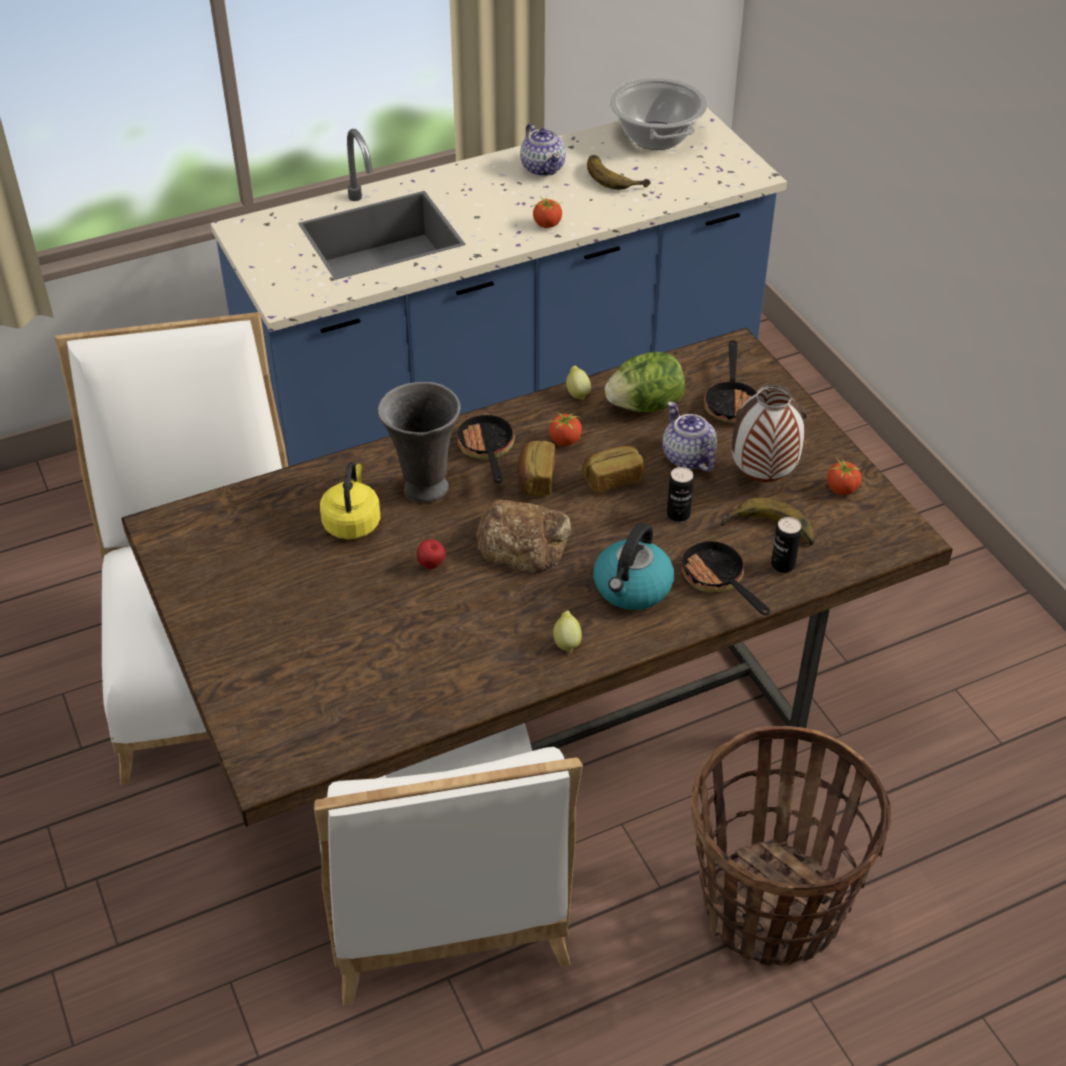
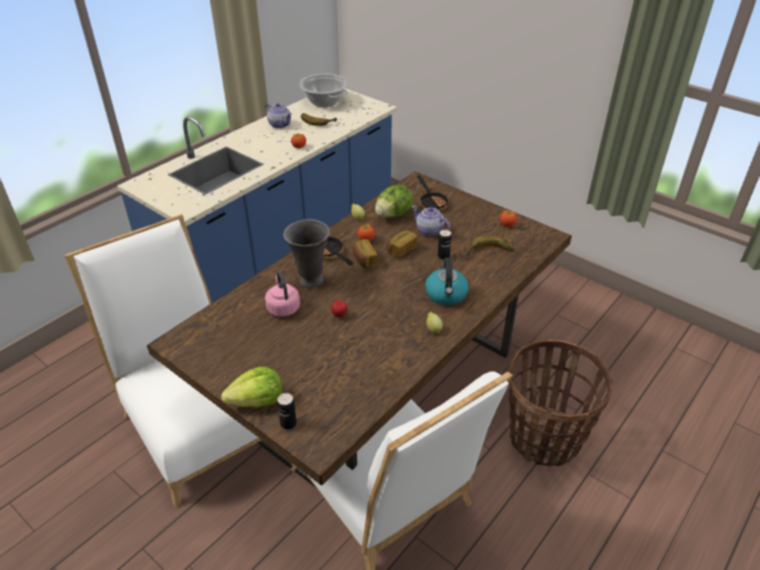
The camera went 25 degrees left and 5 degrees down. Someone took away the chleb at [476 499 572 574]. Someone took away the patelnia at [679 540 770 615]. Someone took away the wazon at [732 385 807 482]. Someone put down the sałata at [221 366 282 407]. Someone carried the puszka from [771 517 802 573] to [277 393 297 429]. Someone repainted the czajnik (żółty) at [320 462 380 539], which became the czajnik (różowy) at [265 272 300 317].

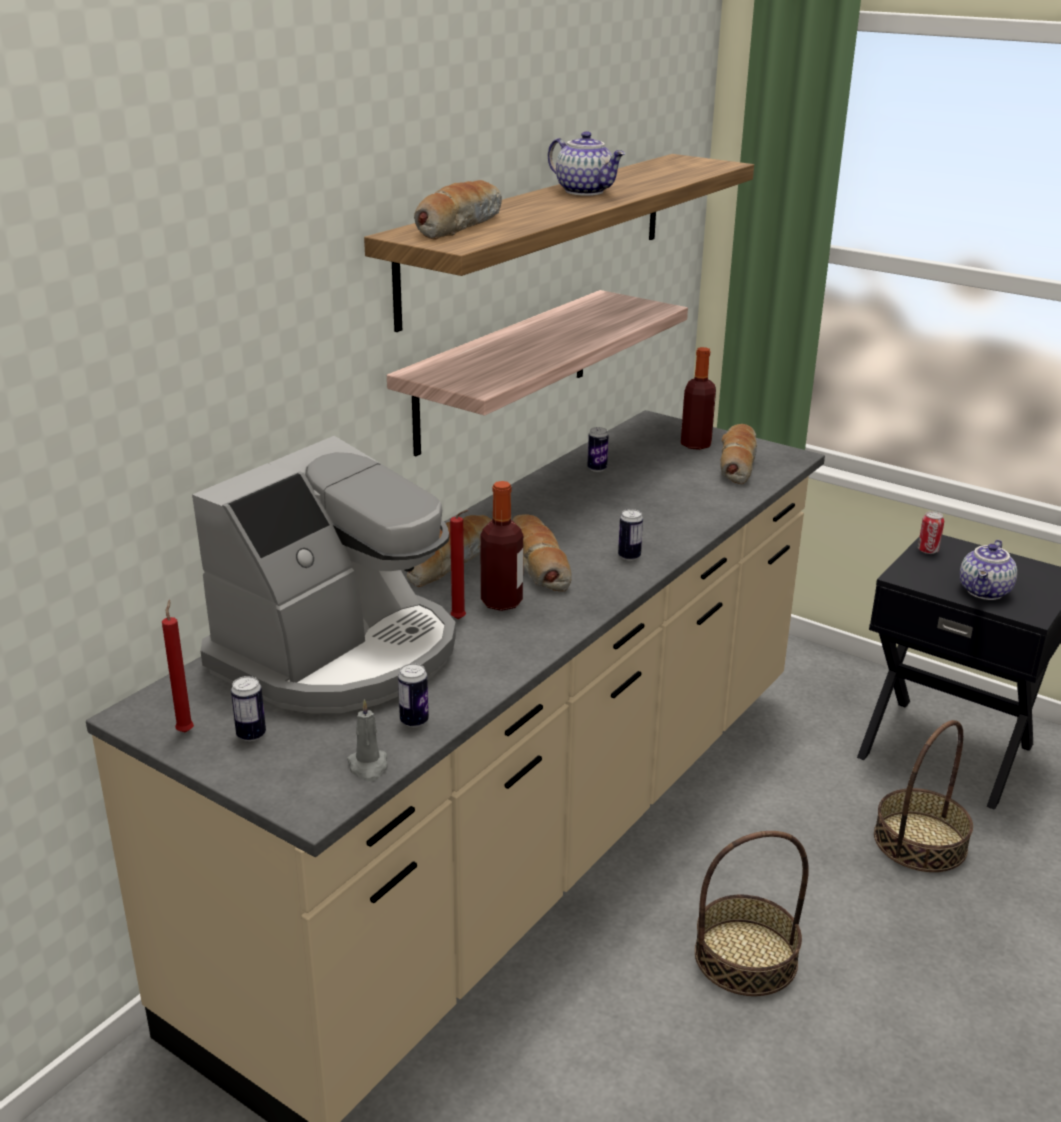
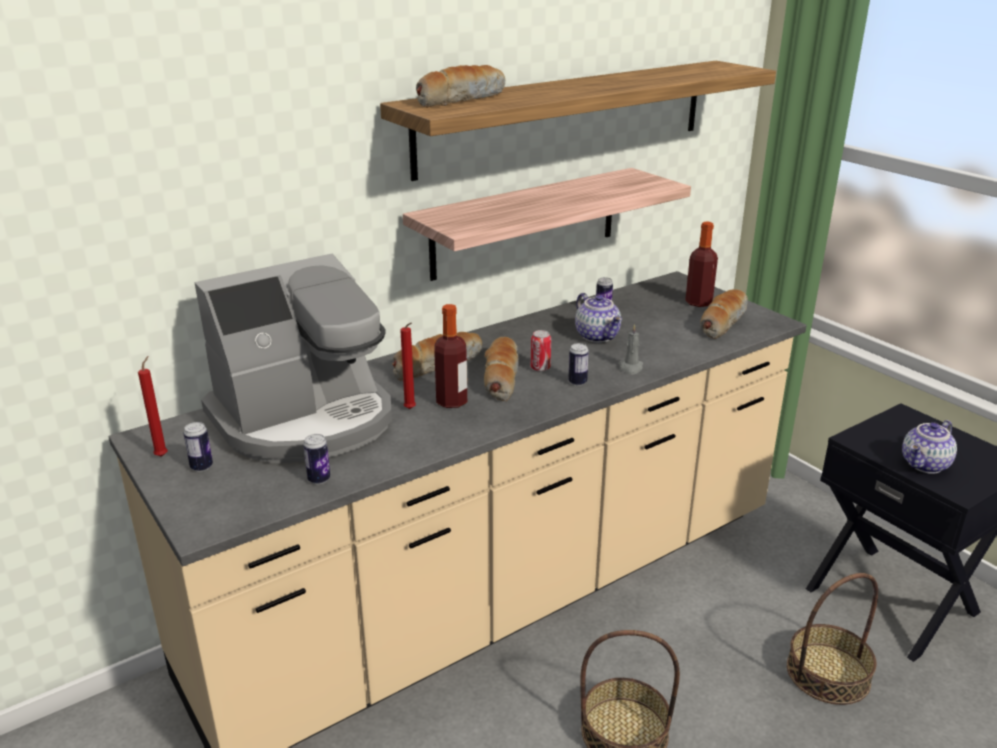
The camera went 20 degrees right and 0 degrees up. Someone carried the świeca (szary) from [347 699 388 781] to [619 324 643 375]. Someone carried the imbryk from [548 131 625 196] to [575 293 622 343]. Someone carried the puszka from [918 511 944 554] to [531 330 551 372].

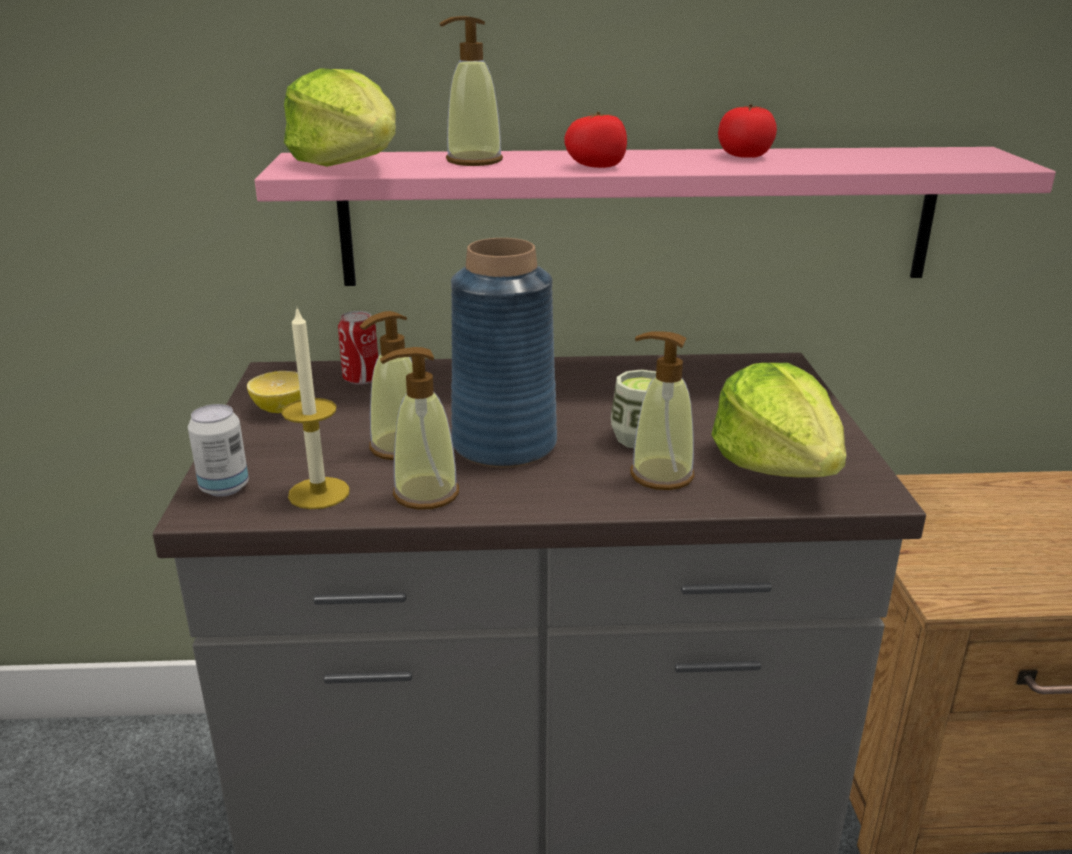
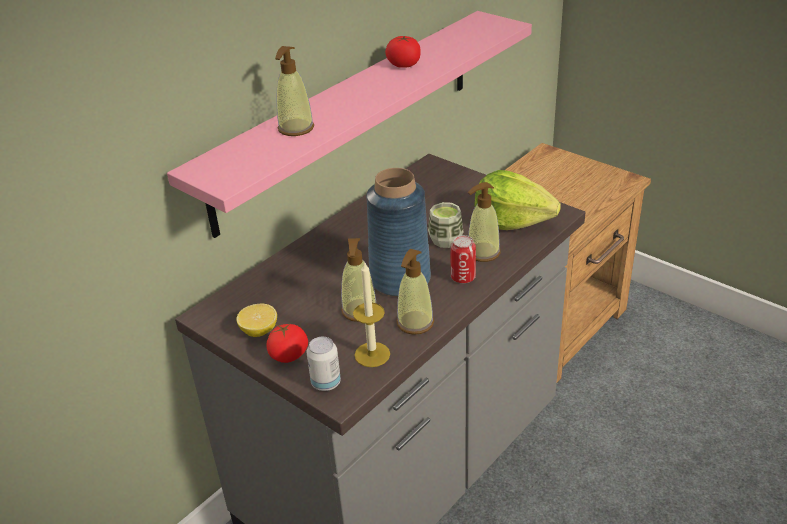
The camera went 45 degrees left and 10 degrees up. Someone took away the sałata at [284 68 396 167]. Someone carried the puszka from [338 311 378 385] to [451 235 476 283]. Someone carried the pomidor from [564 112 627 168] to [267 323 308 363].

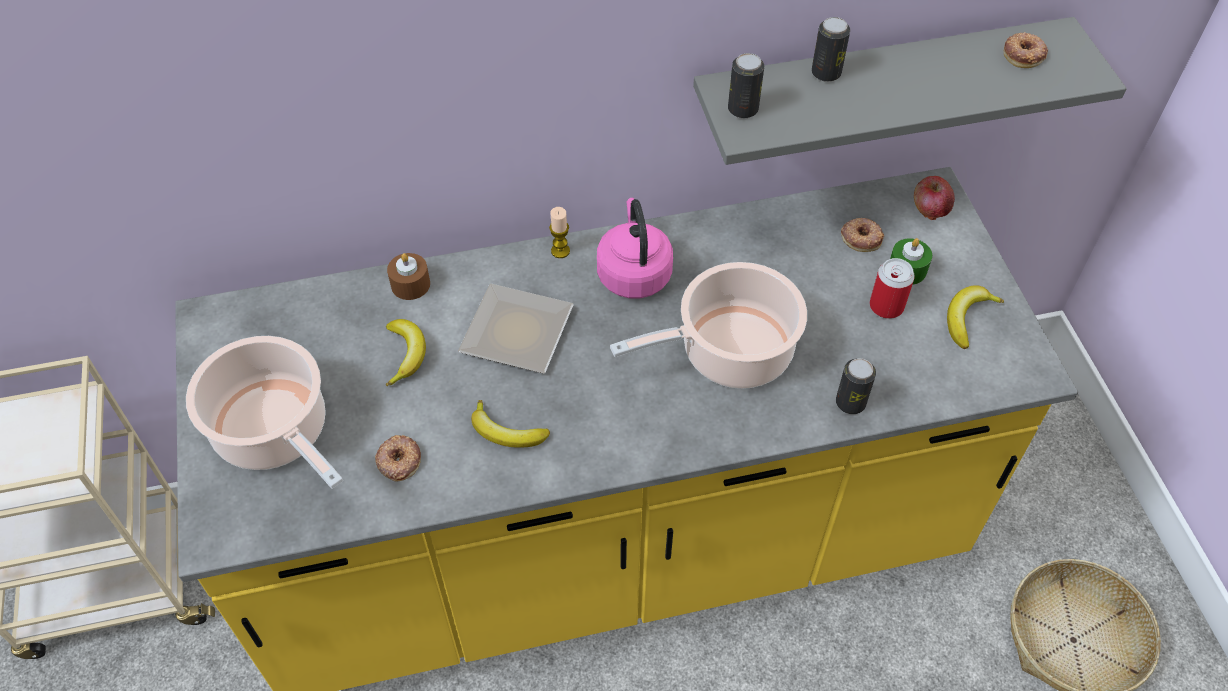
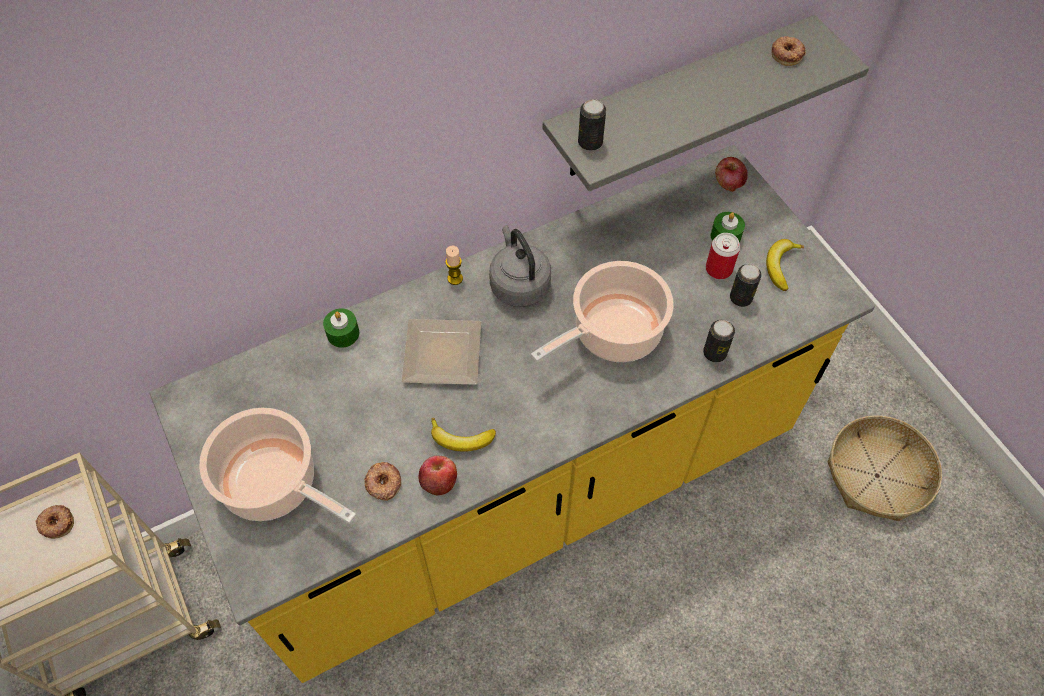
The camera went 15 degrees left and 5 degrees up. Someone took away the banan at [386 319 426 386]. Someone put down the jabłko at [419 456 457 495]. Someone carried the puszka from [812 17 850 82] to [730 264 761 307]. Someone carried the donut from [841 218 884 252] to [35 505 74 539]. Someone repainted the świeca (brązowy) at [387 253 430 300], which became the świeca (zielony) at [323 309 359 348]. Someone repainted the czajnik (różowy) at [597 198 673 298], which became the czajnik (szary) at [489 225 551 307].

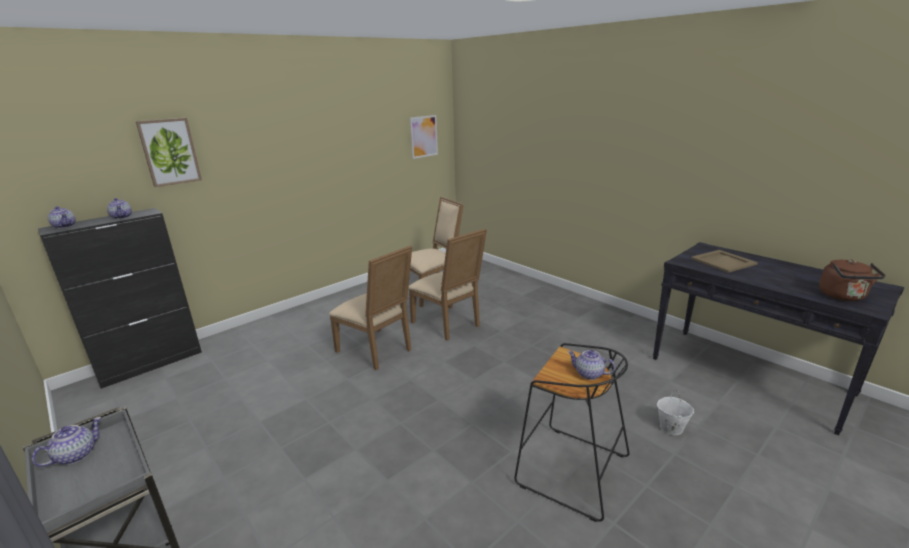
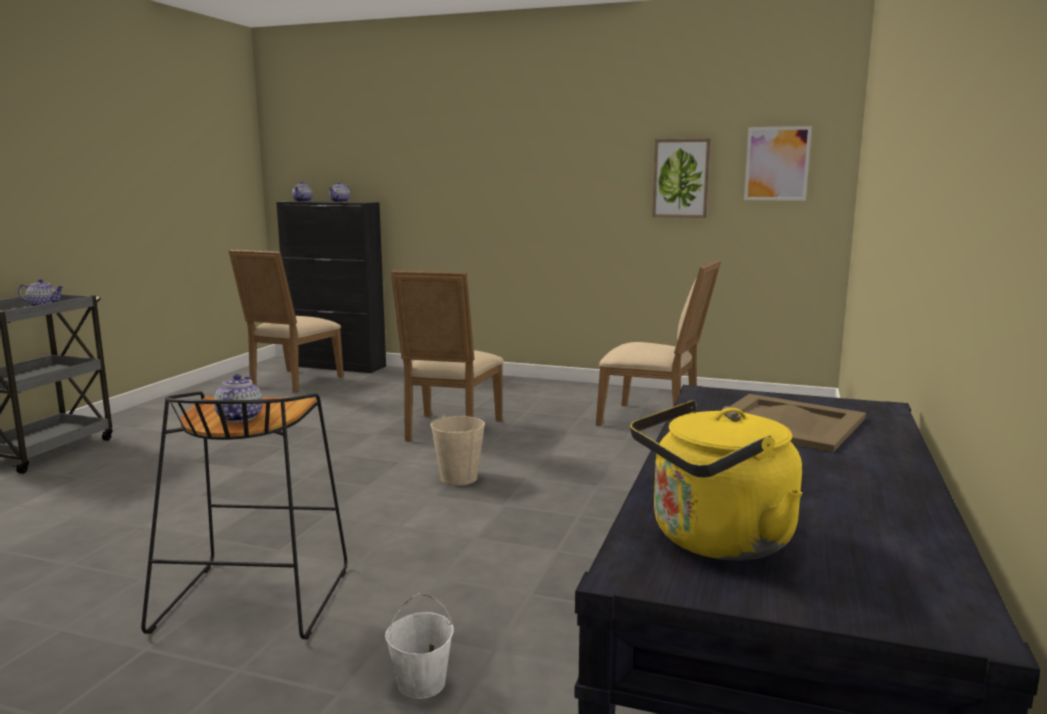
The camera went 60 degrees right and 10 degrees down. Someone put down the wiadro (beżowy) at [430 415 485 486]. Someone carried the obraz from [136 118 202 187] to [652 139 711 218]. Someone carried the krzesło (beżowy) from [408 229 487 341] to [228 250 344 393]. Someone repainted the czajnik (brązowy) at [819 260 886 301], which became the czajnik (żółty) at [630 400 802 560].

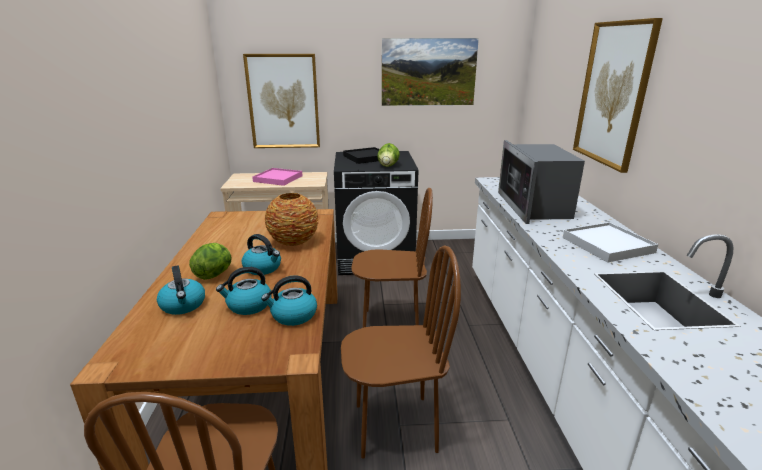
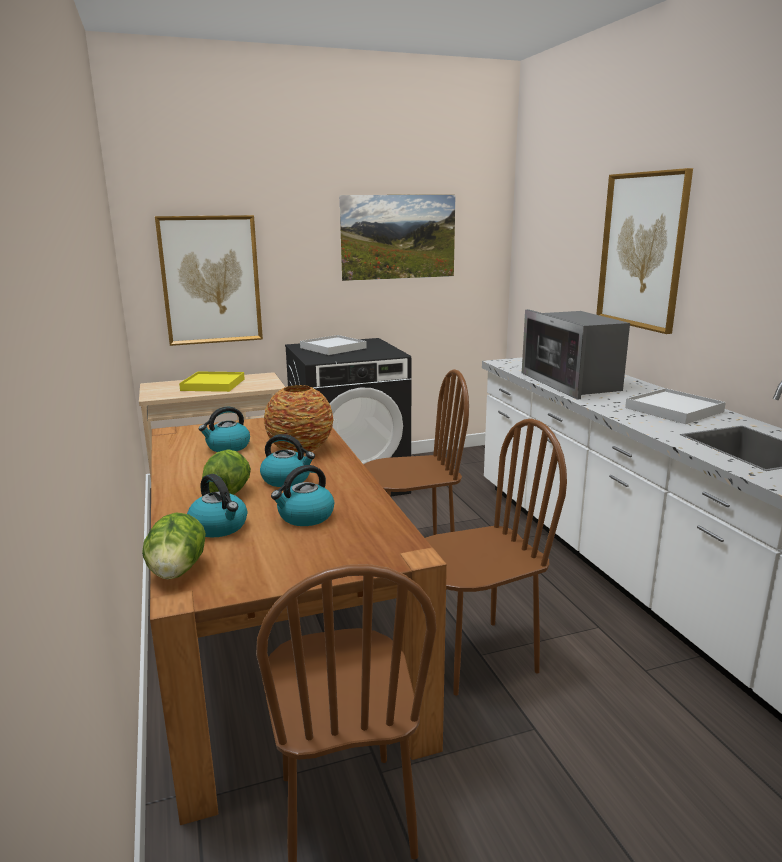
The camera went 15 degrees left and 5 degrees down. Someone carried the czajnik from [261 275 317 326] to [199 407 250 452]. Someone carried the sałata from [377 143 400 167] to [142 513 206 579]. Someone repainted the taca (różowy) at [252 168 302 186], which became the taca (żółty) at [179 372 245 392]. Someone repainted the taca (czarny) at [343 147 380 164], which became the taca (biały) at [300 335 367 355].

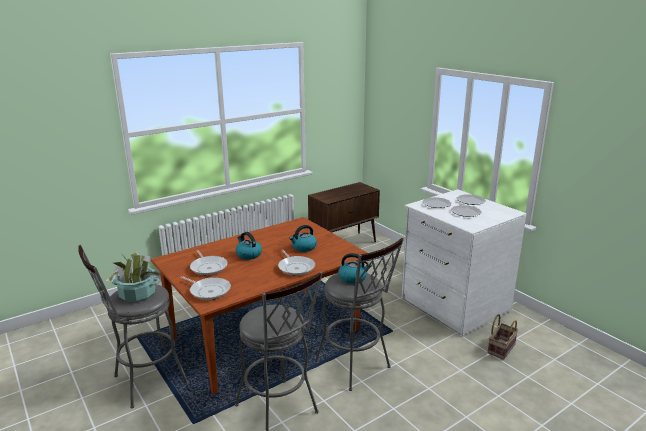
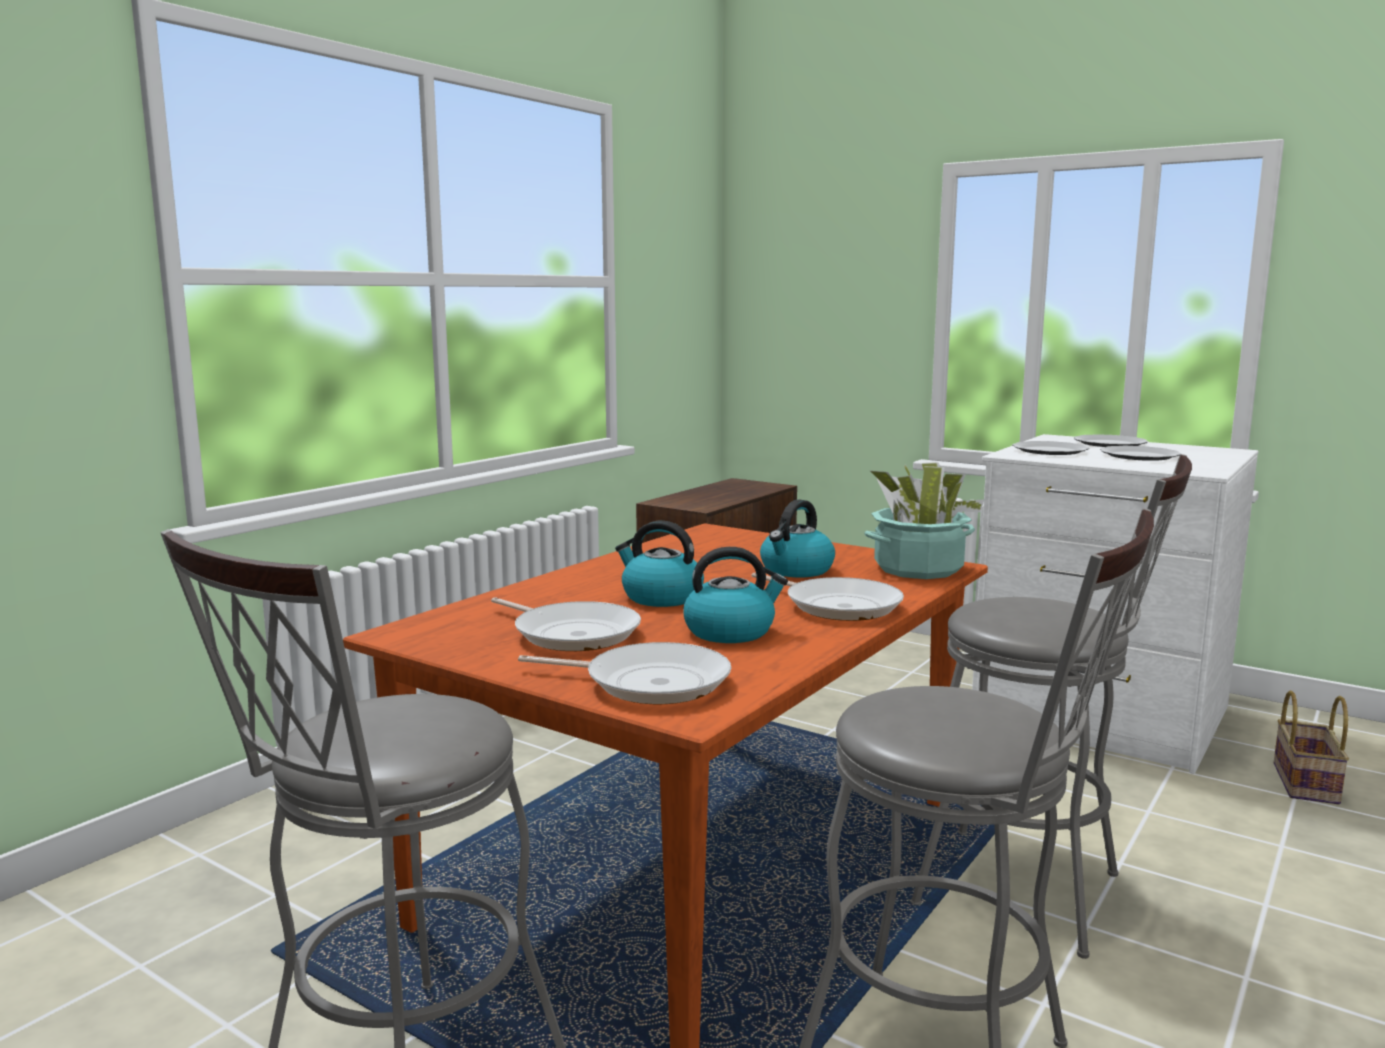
The camera went 20 degrees left and 10 degrees down. Someone carried the roślina doniczkowa from [106 252 161 302] to [864 462 985 579]. Someone carried the czajnik from [339 253 372 284] to [683 547 788 643].

